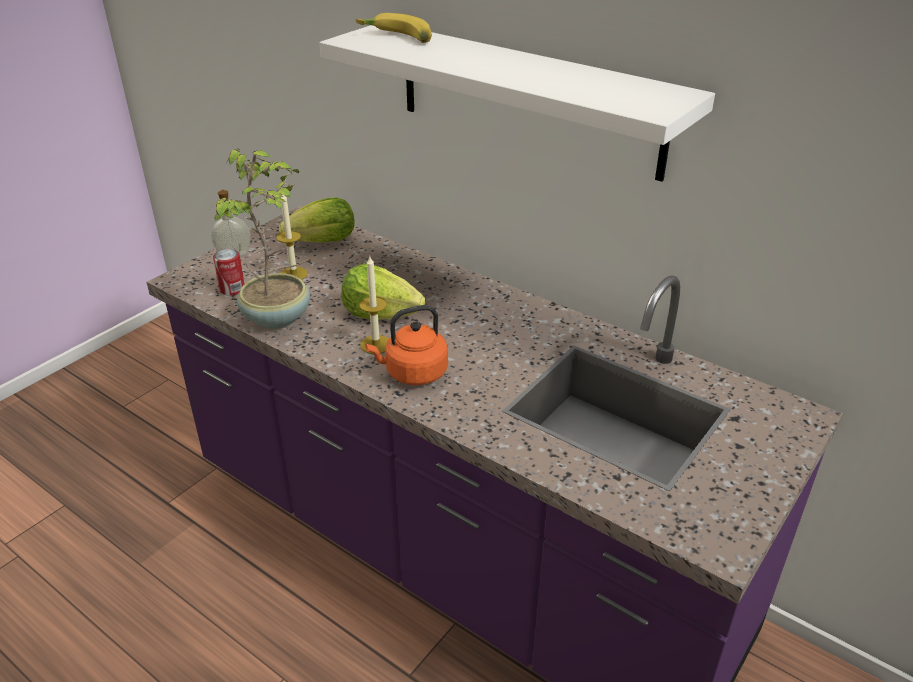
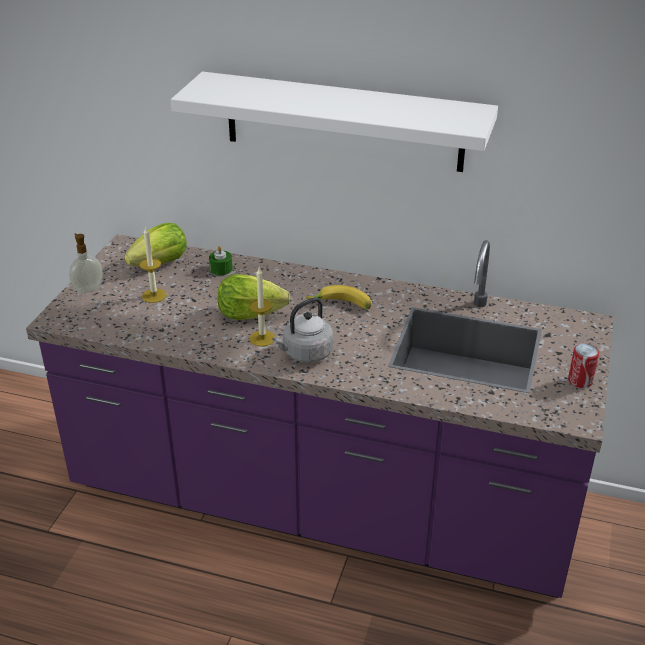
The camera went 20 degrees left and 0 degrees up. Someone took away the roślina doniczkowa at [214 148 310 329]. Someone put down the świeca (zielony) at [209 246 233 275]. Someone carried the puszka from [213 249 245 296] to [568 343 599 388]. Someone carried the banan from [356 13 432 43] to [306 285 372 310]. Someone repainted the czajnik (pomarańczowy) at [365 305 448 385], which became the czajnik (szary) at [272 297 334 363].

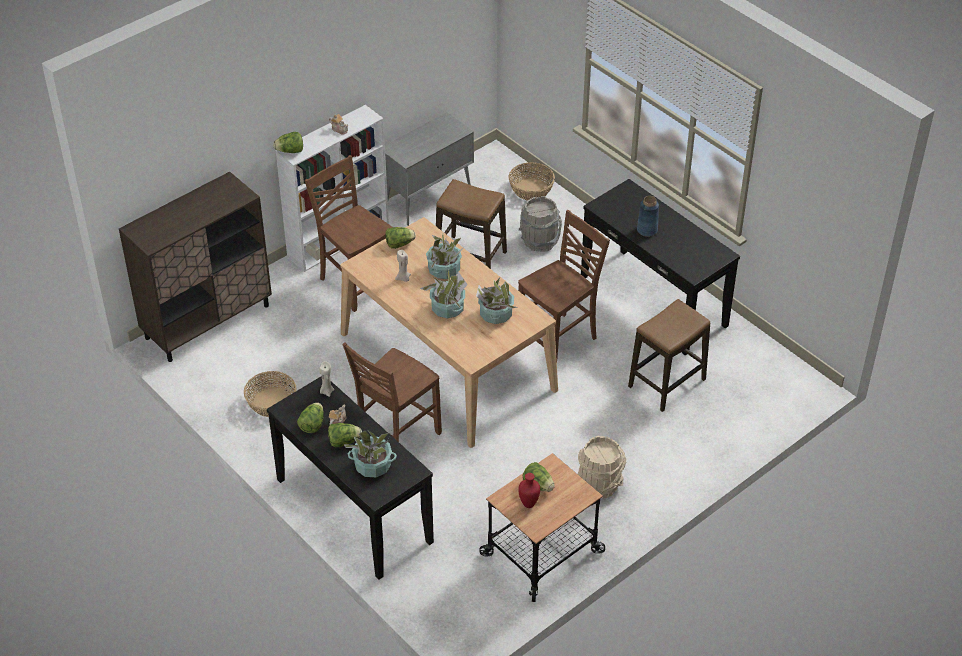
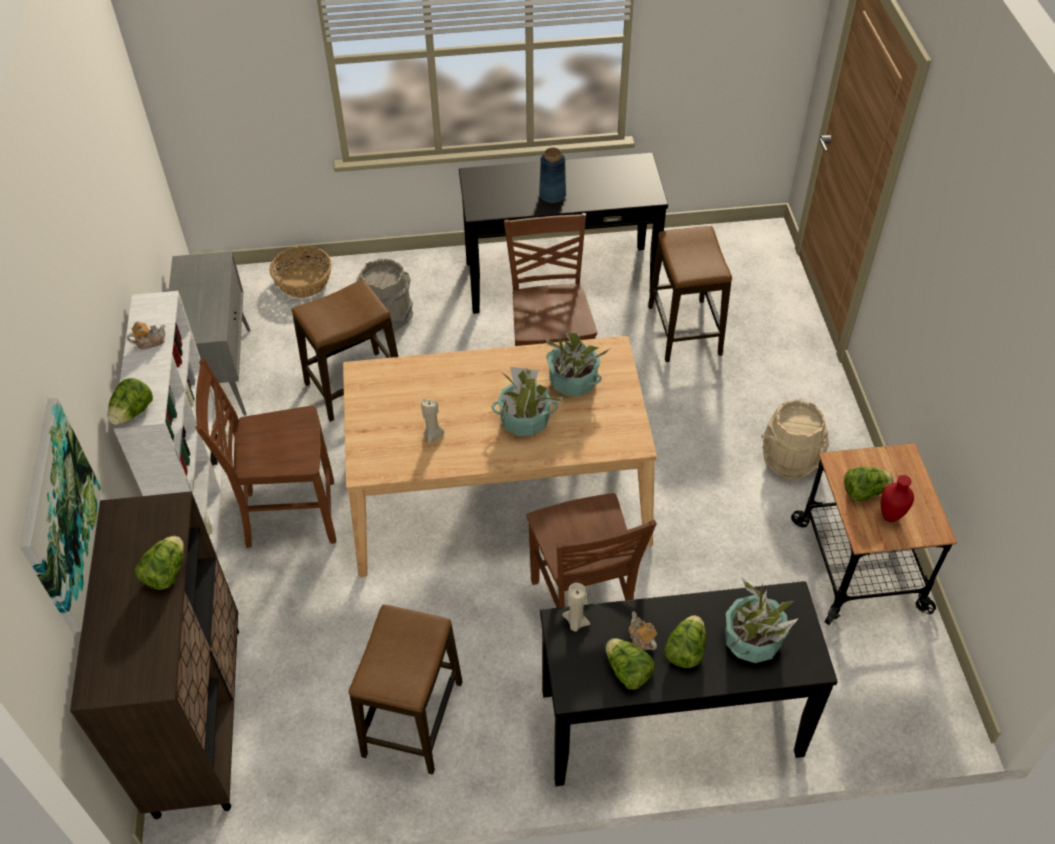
The camera went 55 degrees left and 5 degrees up. Someone took away the roślina doniczkowa at [426 234 465 279]. Someone put up the obraz at [20 398 102 632]. Someone carried the sałata from [385 227 416 249] to [135 536 184 590]. Someone swapped the koszyk at [244 371 297 417] for the stołek at [349 605 463 775].

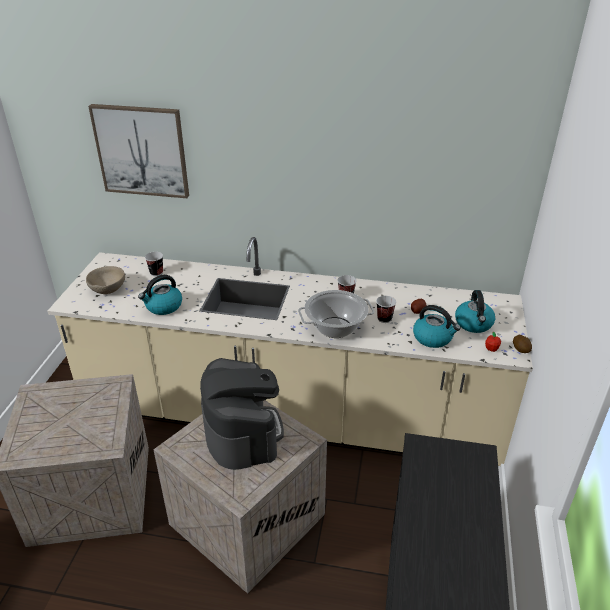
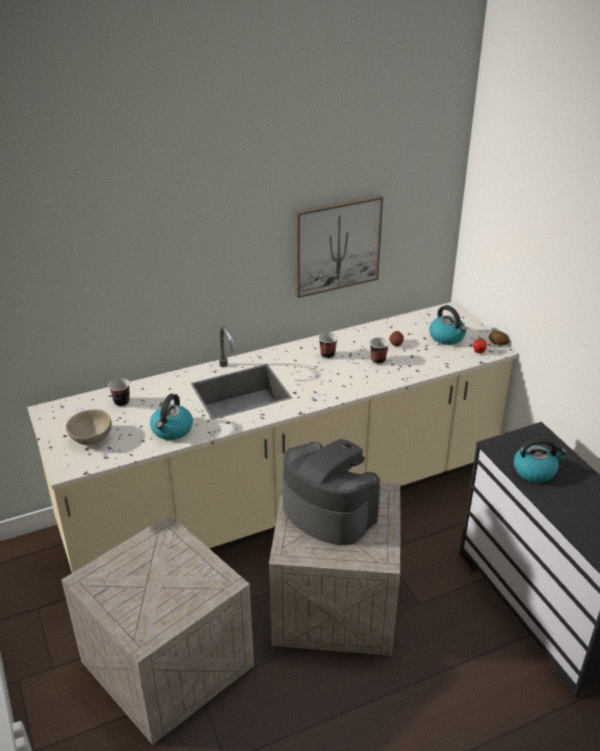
The camera went 35 degrees left and 0 degrees up. Someone took away the garnek at [298 290 375 338]. Someone carried the obraz from [88 104 189 198] to [295 195 383 298]. Someone carried the czajnik from [413 305 461 348] to [513 438 567 483].

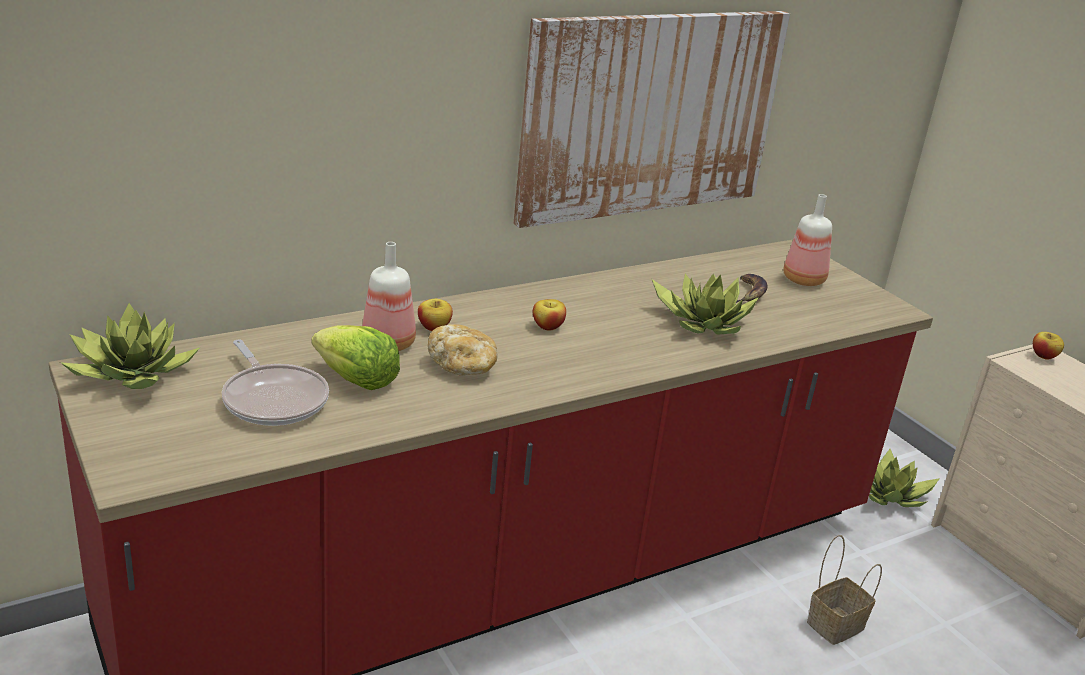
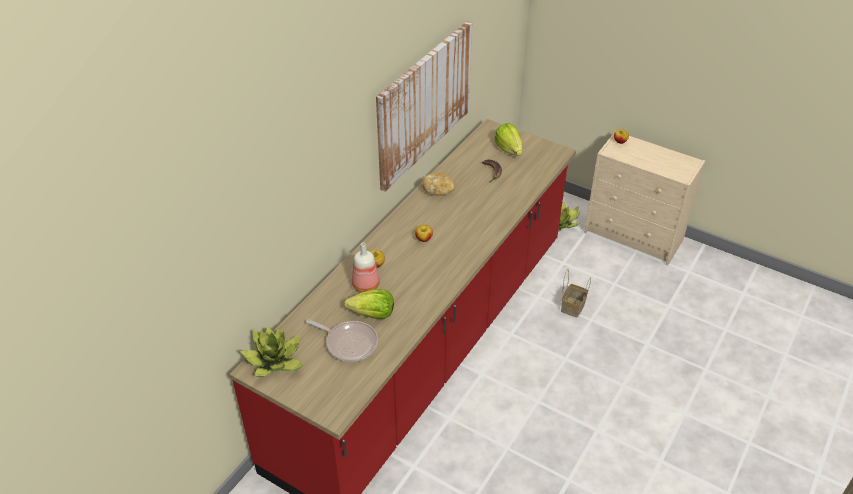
The camera went 25 degrees left and 15 degrees up. Someone took away the roślina doniczkowa at [652 274 759 335]. Someone carried the chleb from [428 324 498 376] to [421 173 455 196]. Someone swapped the butelka at [783 194 832 286] for the sałata at [494 123 523 156].

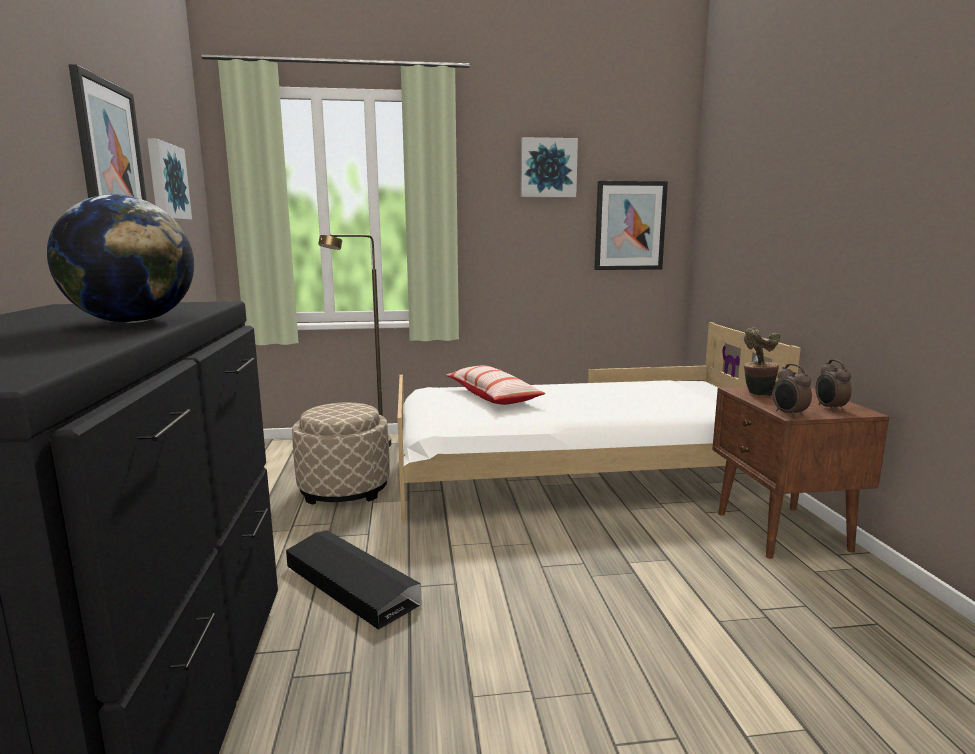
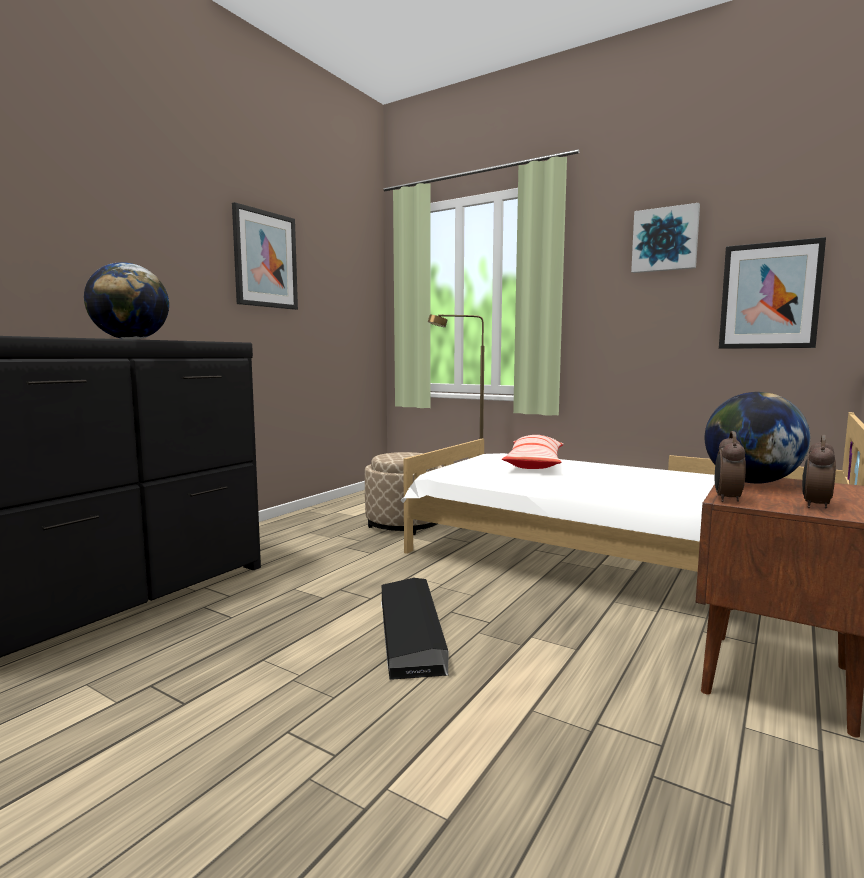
The camera went 40 degrees right and 5 degrees down. Someone took away the obraz at [147 139 192 220]. Someone carried the pojemnik do przechowywania (czarny) from [286 530 422 630] to [381 578 449 680]. Someone swapped the roślina doniczkowa at [744 327 781 396] for the globus at [705 392 810 484].

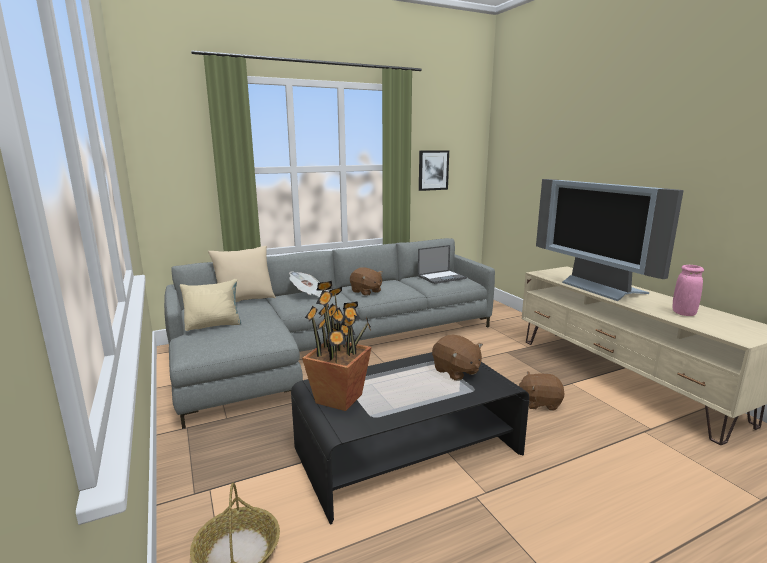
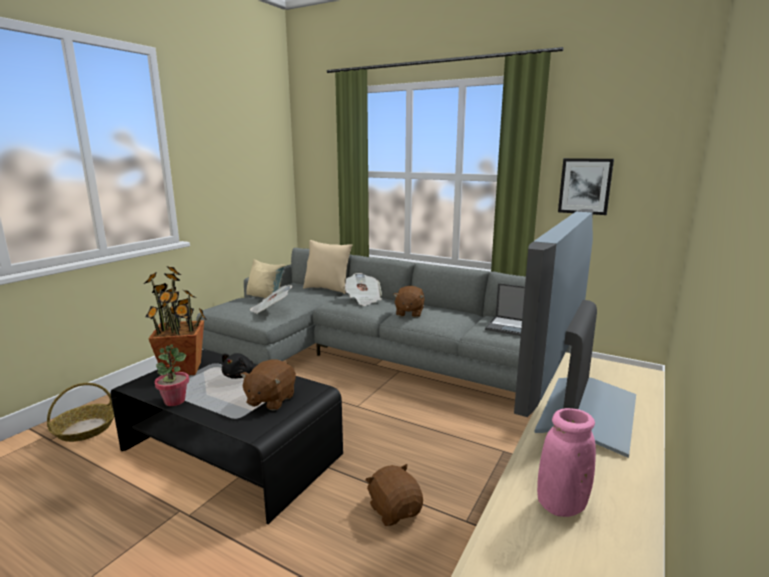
The camera went 55 degrees right and 0 degrees up. Someone put down the roślina doniczkowa at [155 344 189 406]. Someone put down the pluszak (czarny) at [222 353 254 379]. Someone put down the gazeta at [250 285 292 314].

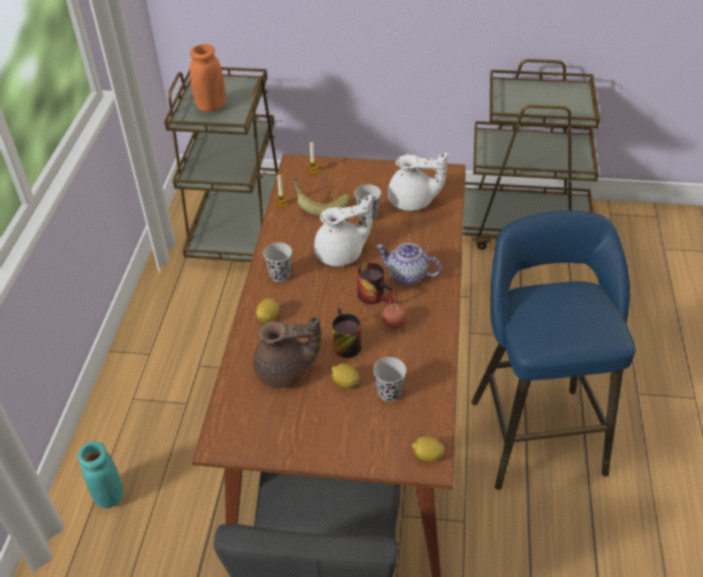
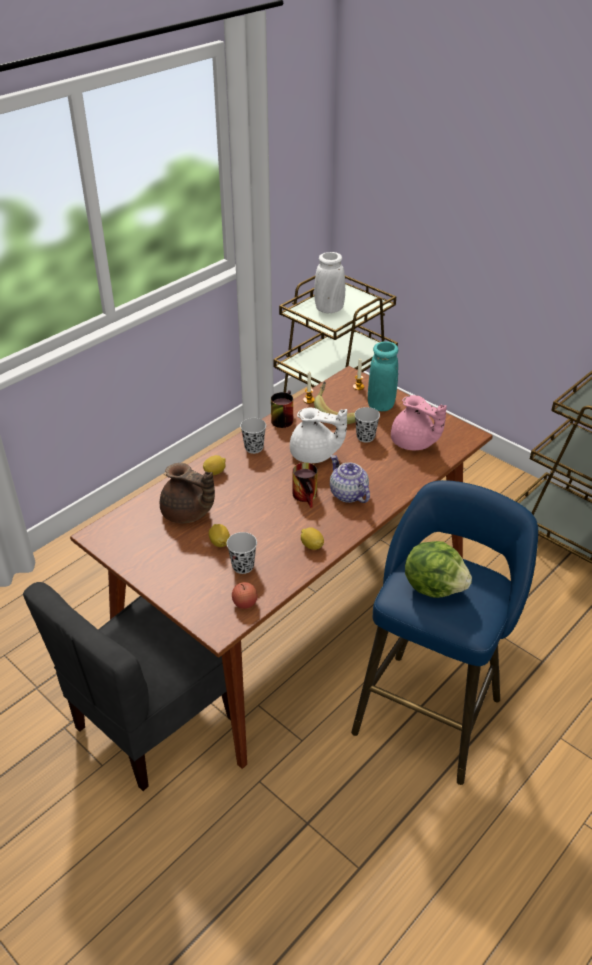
The camera went 35 degrees right and 5 degrees down. Someone put down the sałata at [405 541 472 598]. Someone carried the wazon (turkusowy) from [78 442 123 508] to [368 341 398 411]. Someone carried the kubek from [332 308 361 358] to [271 390 293 428]. Someone carried the jabłko from [382 303 407 329] to [232 582 257 609]. Someone carried the cytryna from [412 437 445 462] to [301 527 324 550]. Someone repainted the wazon (pomarańczowy) at [190 44 226 112], which became the wazon (biały) at [314 252 345 313]. Someone repainted the imbryk (biały) at [388 153 448 211], which became the imbryk (różowy) at [391 395 447 451].

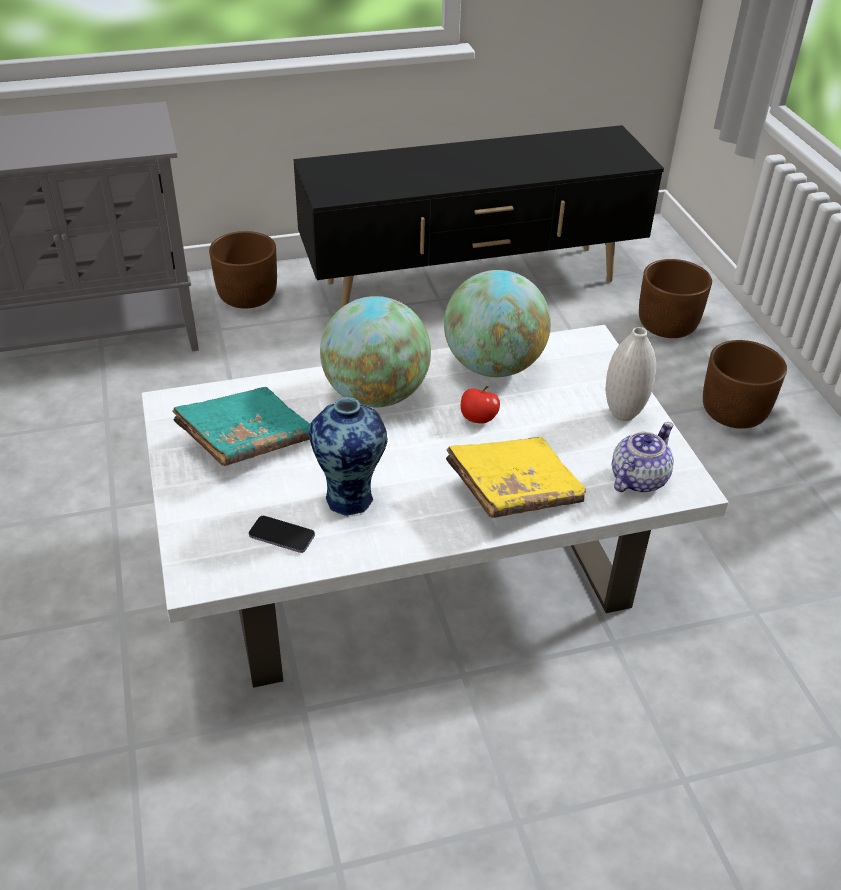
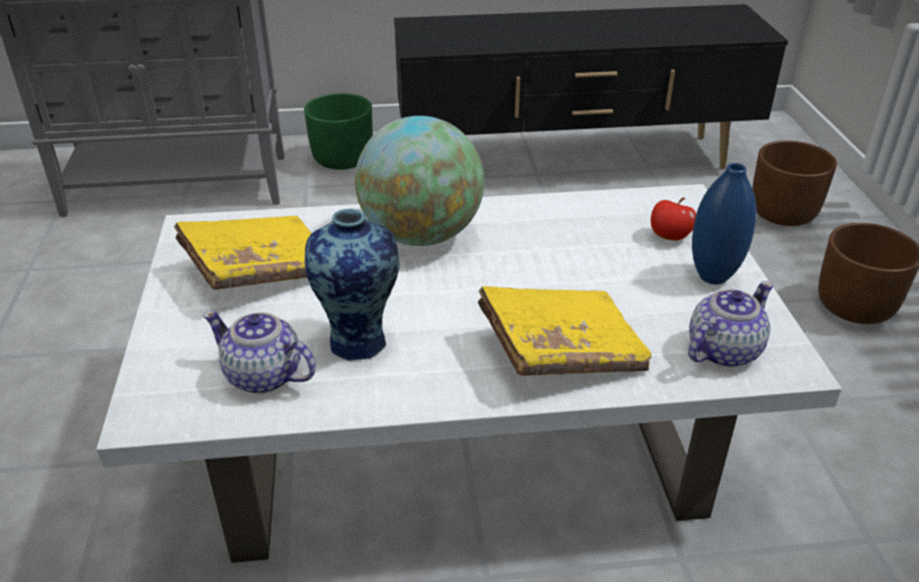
The camera went 10 degrees right and 5 degrees down. Someone took away the globus at [444 270 551 377]. Someone carried the jabłko from [461 386 500 424] to [651 198 696 241]. Someone swapped the telefon at [249 516 315 553] for the imbryk at [202 311 316 394]. Someone repainted the książka (turkusowy) at [172 387 310 466], which became the książka (żółty) at [174 216 312 290]. Someone repainted the donica (brązowy) at [209 231 277 309], which became the donica (zielony) at [304 93 373 170]. Someone repainted the wazon (biały) at [606 327 656 421], which became the wazon (niebieski) at [692 163 757 284].

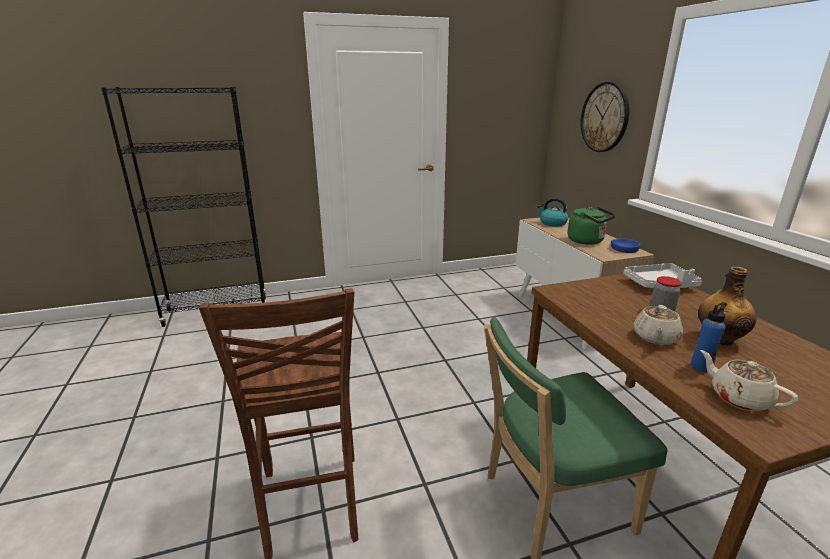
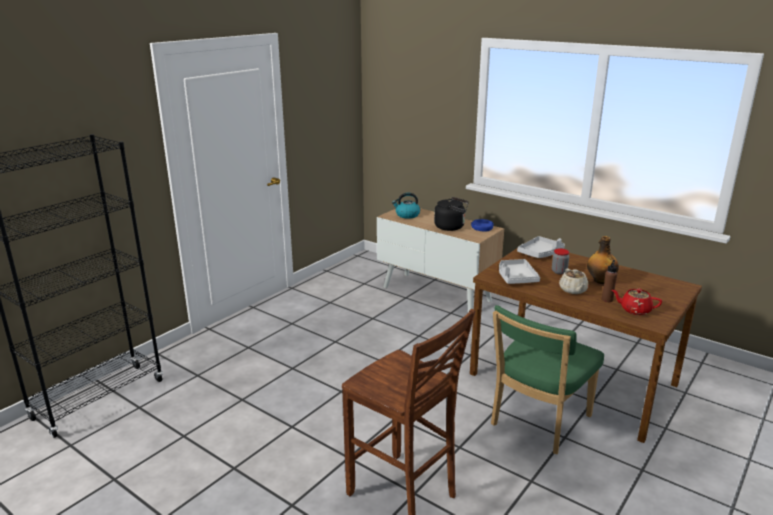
The camera went 35 degrees left and 0 degrees up. Someone took away the zegar ścienny at [581 82 629 152]. Someone put down the taca (szary) at [499 259 540 284]. Someone repainted the czajnik (zielony) at [568 207 615 245], which became the czajnik (czarny) at [434 197 469 231]. Someone repainted the butelka (niebieski) at [691 302 727 372], which became the butelka (brązowy) at [602 260 617 302]. Someone repainted the imbryk (beżowy) at [700 350 798 411], which became the imbryk (czerwony) at [612 288 662 315].

